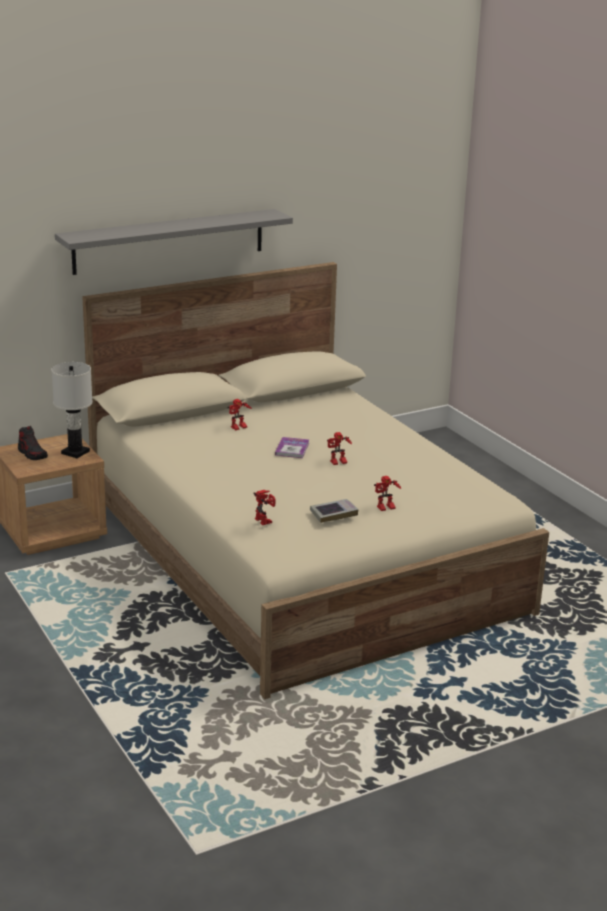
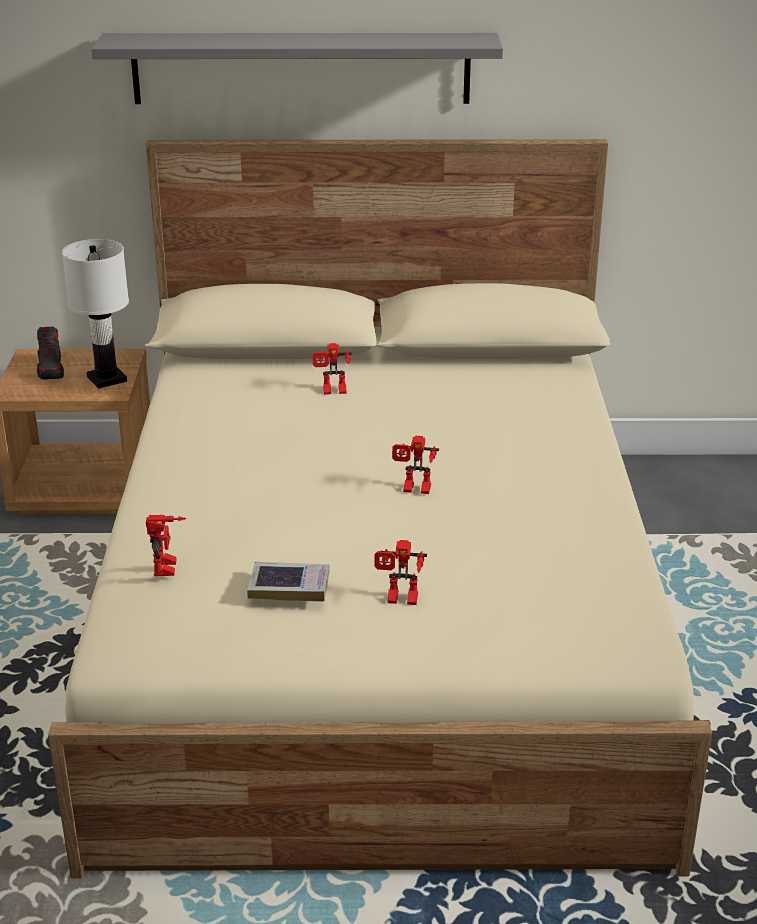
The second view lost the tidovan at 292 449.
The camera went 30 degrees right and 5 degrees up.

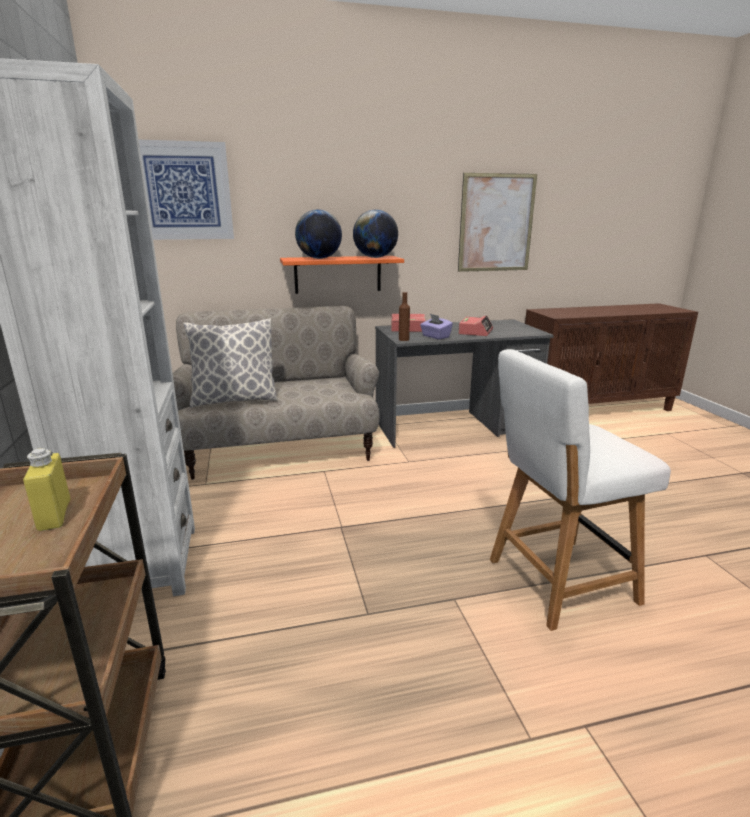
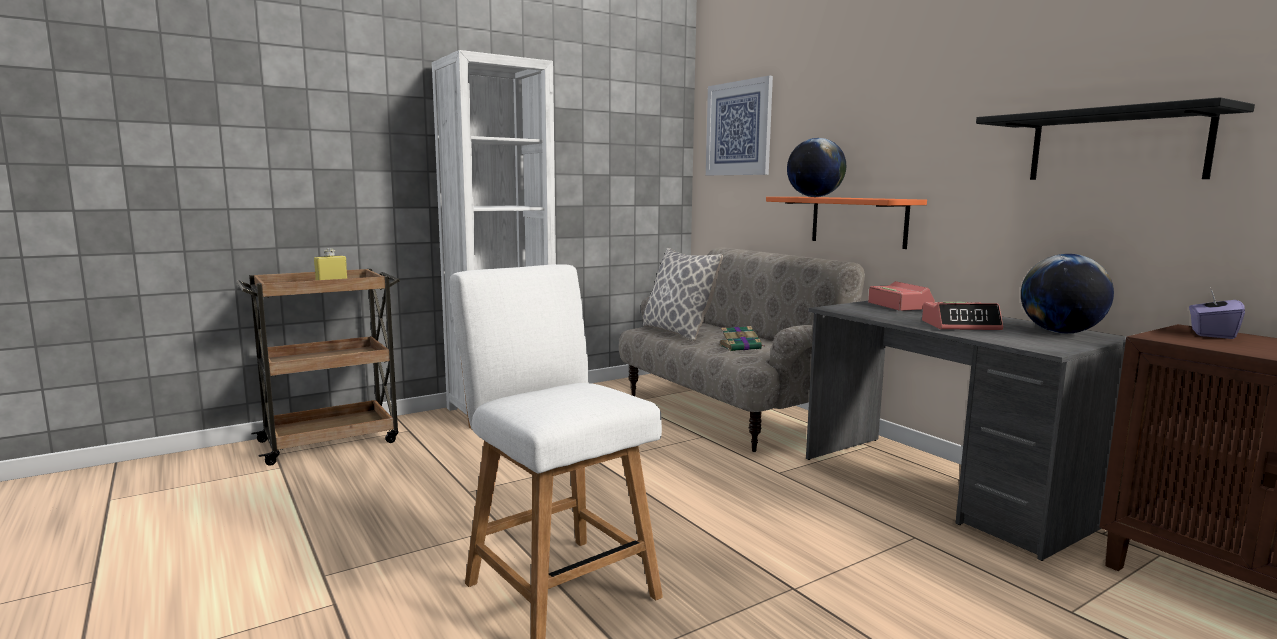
The second view lost the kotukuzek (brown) at 403 339.
The second view gained the tidovan at 741 347.
The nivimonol ended up elsewhere, having gone from 375 257 to 1061 332.
The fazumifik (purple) ended up elsewhere, having gone from 435 337 to 1211 334.
Where the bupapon hung at 496 223, the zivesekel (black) came to hang at 1116 146.
The camera went 70 degrees right and 10 degrees down.

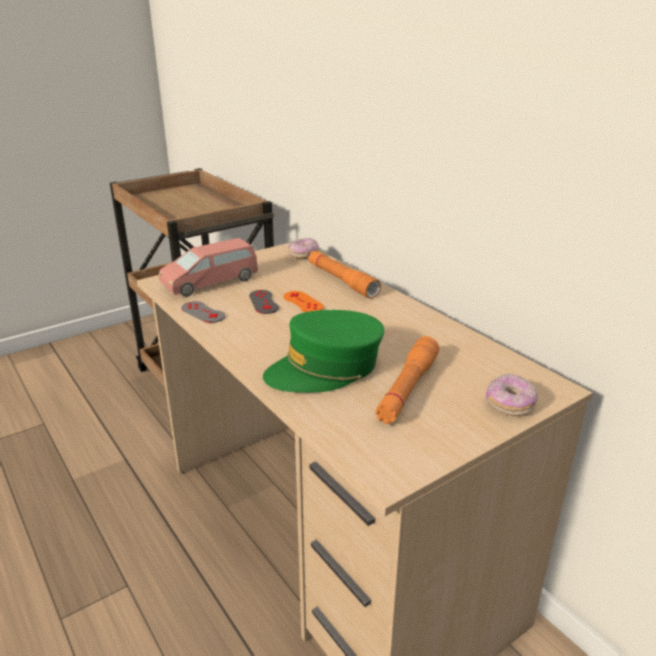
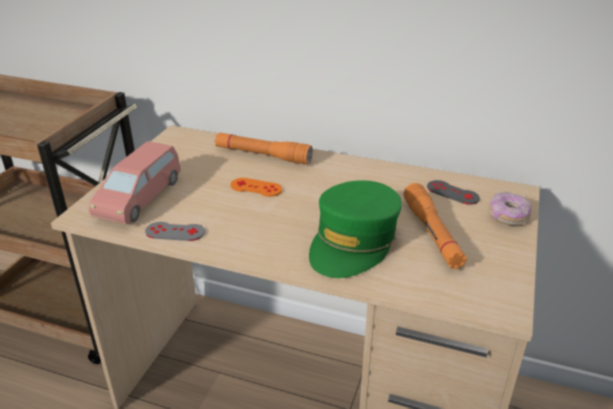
The second view lost the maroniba at 304 256.
The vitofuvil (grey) ended up elsewhere, having gone from 263 302 to 452 192.
The camera went 35 degrees left and 5 degrees up.

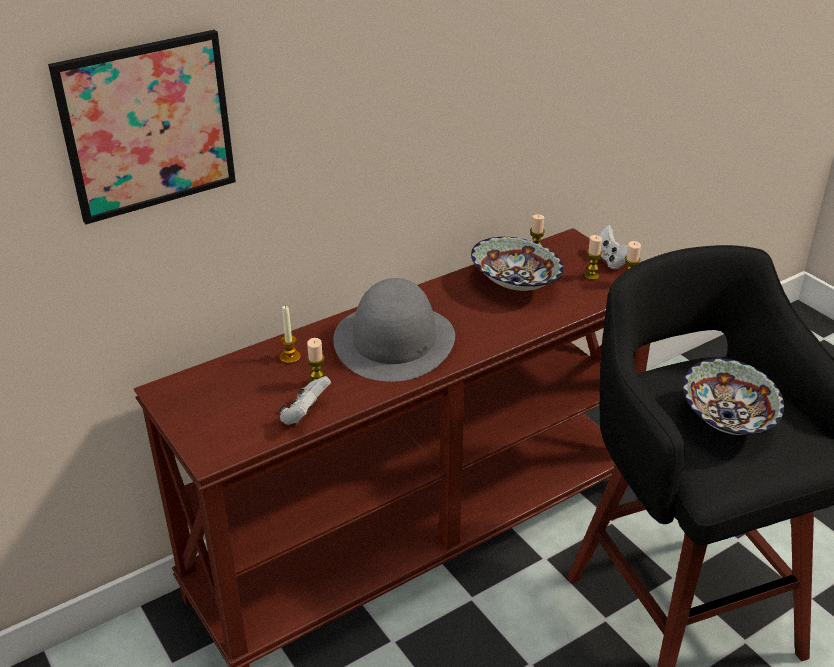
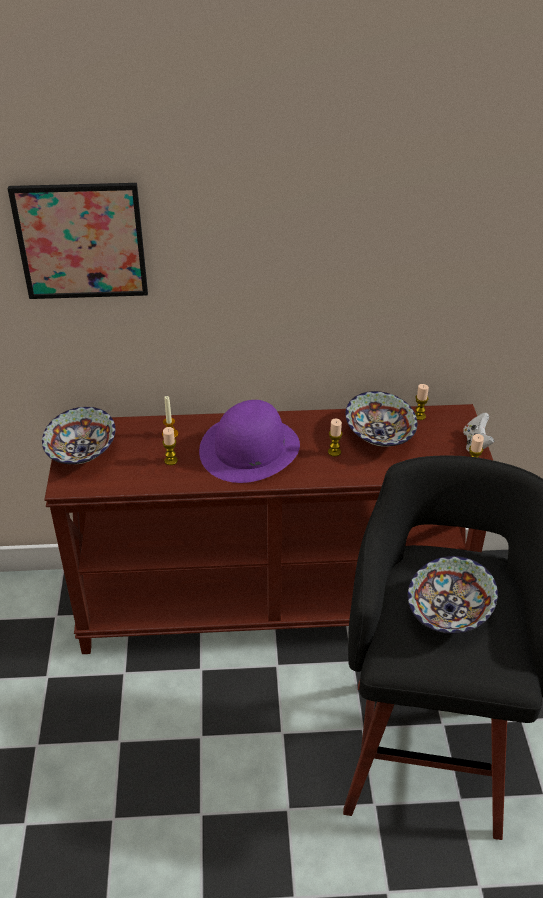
The second view lost the vitofuvil (white) at 305 415.
The second view gained the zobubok at 83 452.
The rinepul ended up elsewhere, having gone from 591 276 to 334 452.
What was the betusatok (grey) at 394 341 turned into the betusatok (purple) at 249 449.
The camera went 30 degrees right and 5 degrees up.

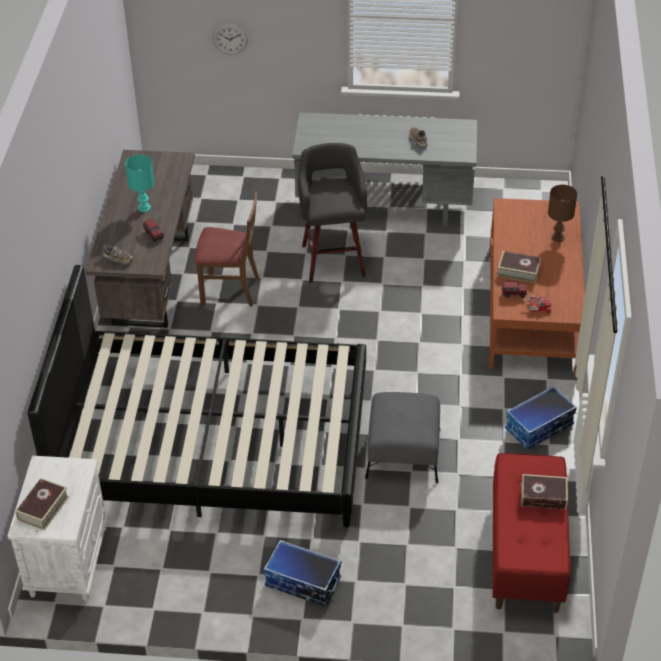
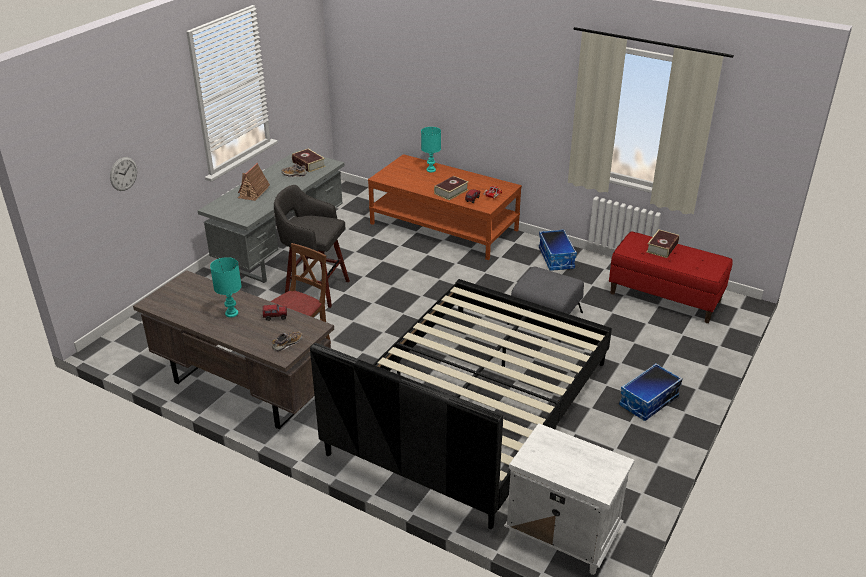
The second view gained the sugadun at 253 192.
The tidovan ended up elsewhere, having gone from 43 508 to 308 164.
What was the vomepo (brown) at 557 237 turned into the vomepo (turquoise) at 430 170.
The camera went 65 degrees left and 10 degrees down.

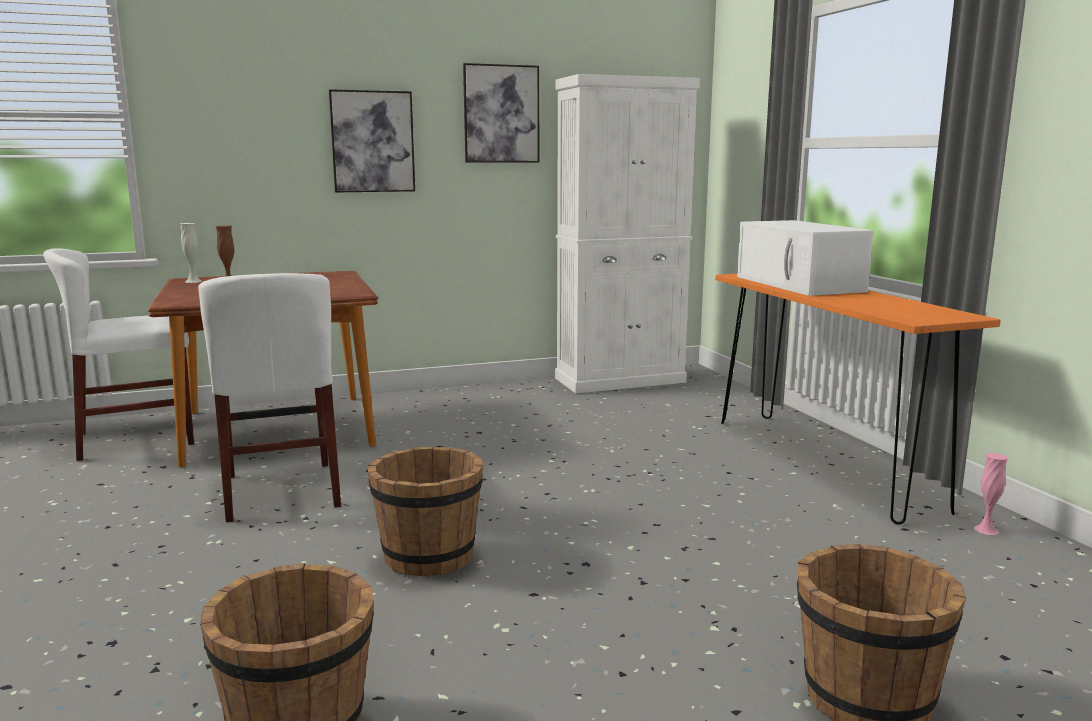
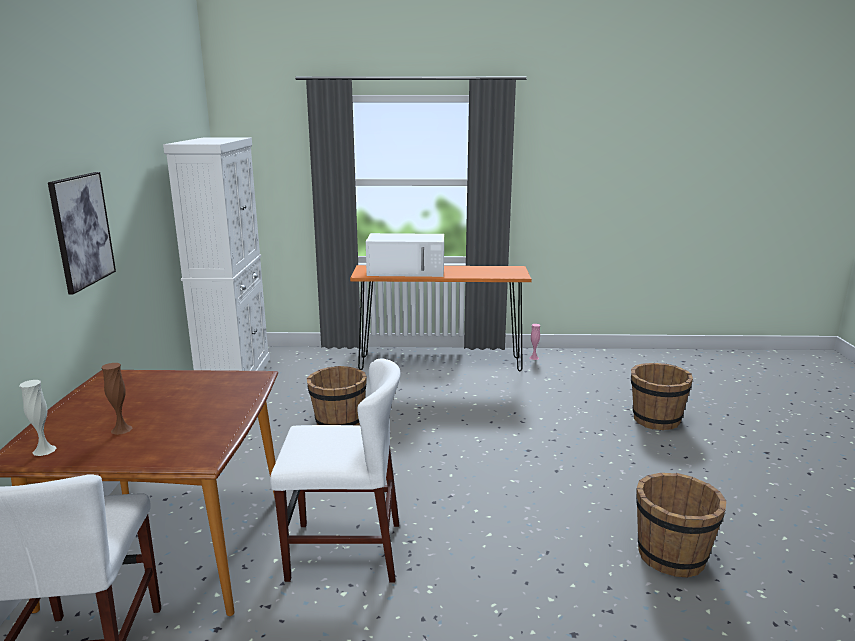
The second view lost the bupapon at 501 114.
The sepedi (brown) ended up elsewhere, having gone from 429 556 to 339 424.
The camera went 70 degrees left and 5 degrees up.

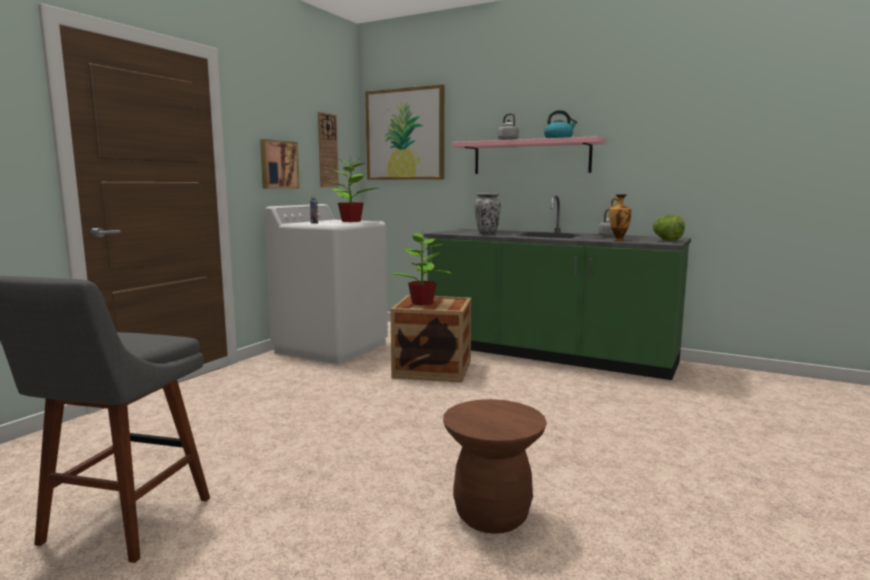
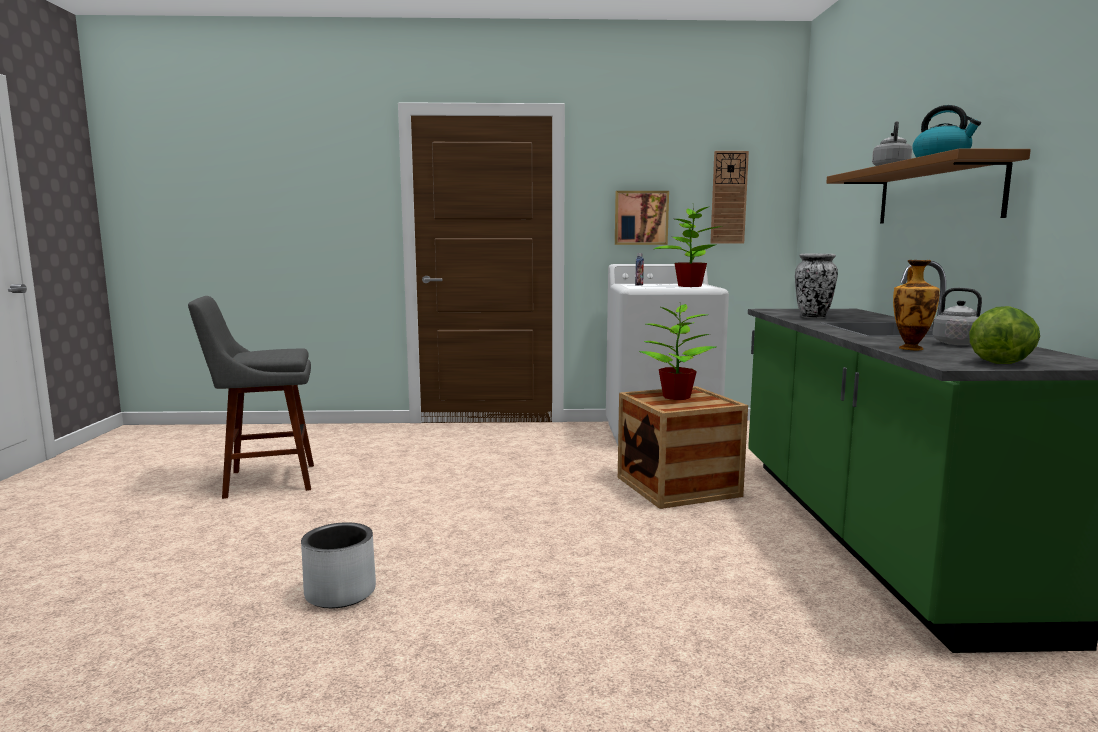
The second view lost the bupapon at 405 134.
Where the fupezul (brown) stood at 492 515, the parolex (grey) came to stand at 340 593.
What was the zivesekel (pink) at 531 157 turned into the zivesekel (brown) at 937 193.
The camera went 60 degrees right and 0 degrees up.

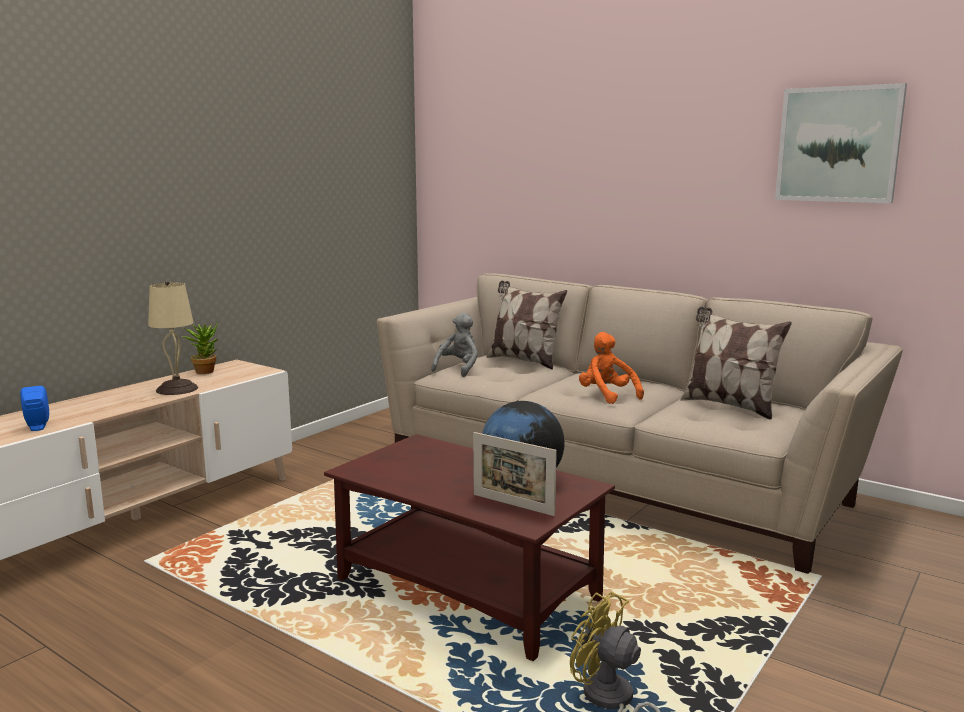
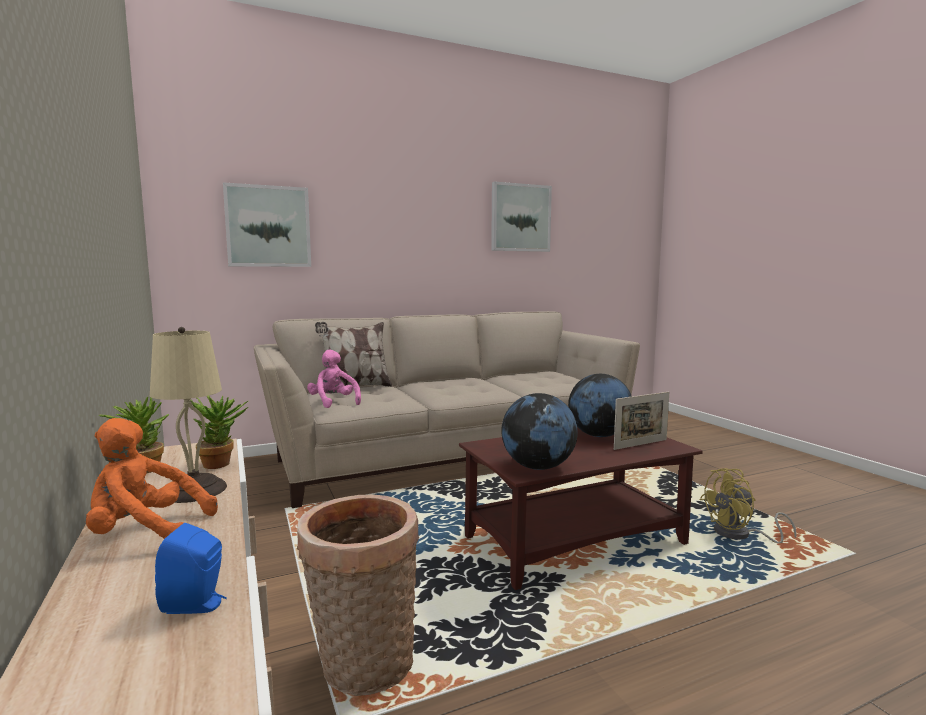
The second view lost the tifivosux at 729 406.
The second view gained the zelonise at 222 463.
The second view gained the bupapon at 268 226.
The second view gained the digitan at 363 667.
The second view gained the nivimonol at 538 467.
The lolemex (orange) ended up elsewhere, having gone from 607 396 to 146 533.
What was the lolemex (grey) at 458 369 turned into the lolemex (pink) at 333 402.
The camera went 60 degrees left and 5 degrees down.

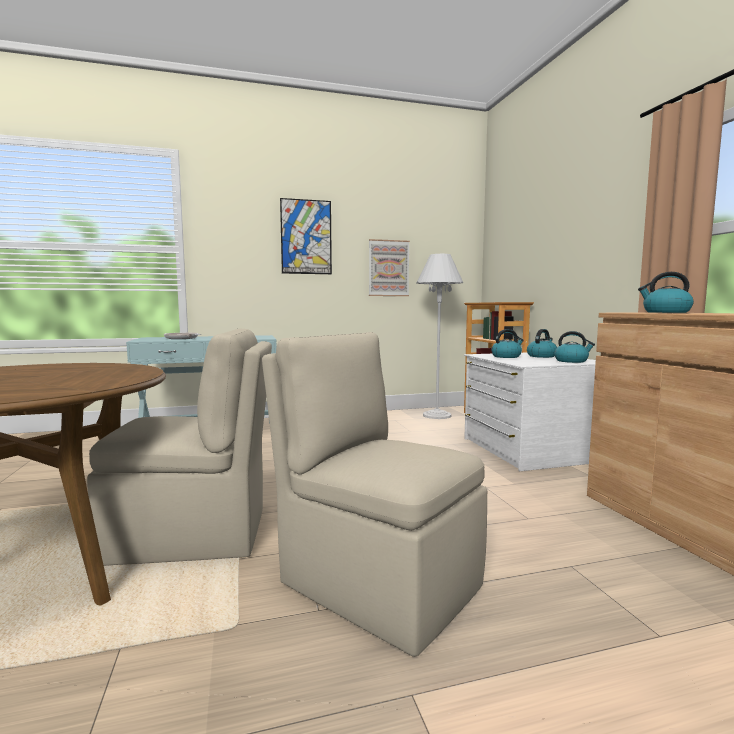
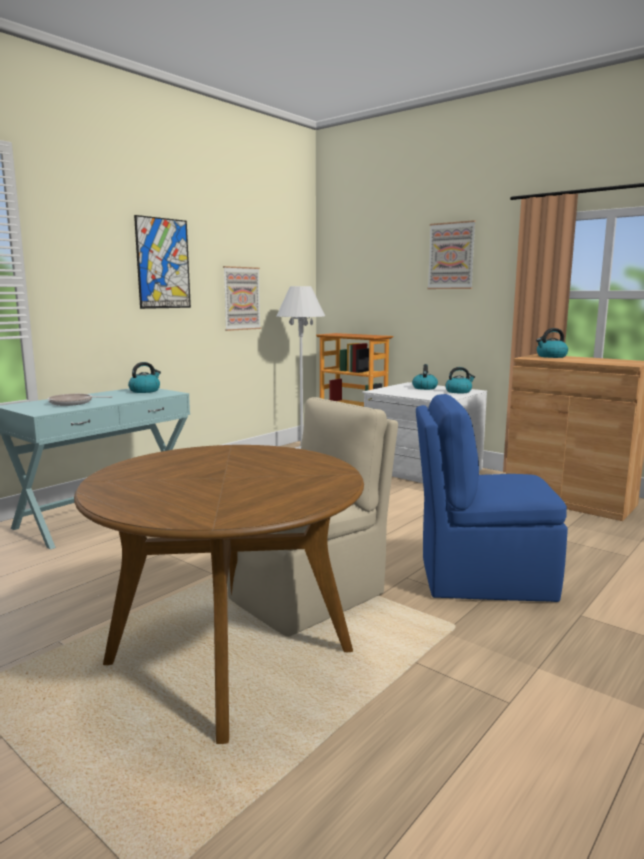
The second view gained the bupapon at 451 256.
The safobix ended up elsewhere, having gone from 506 356 to 145 391.
What was the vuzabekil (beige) at 377 582 turned into the vuzabekil (blue) at 481 578.
The camera went 35 degrees left and 5 degrees up.

